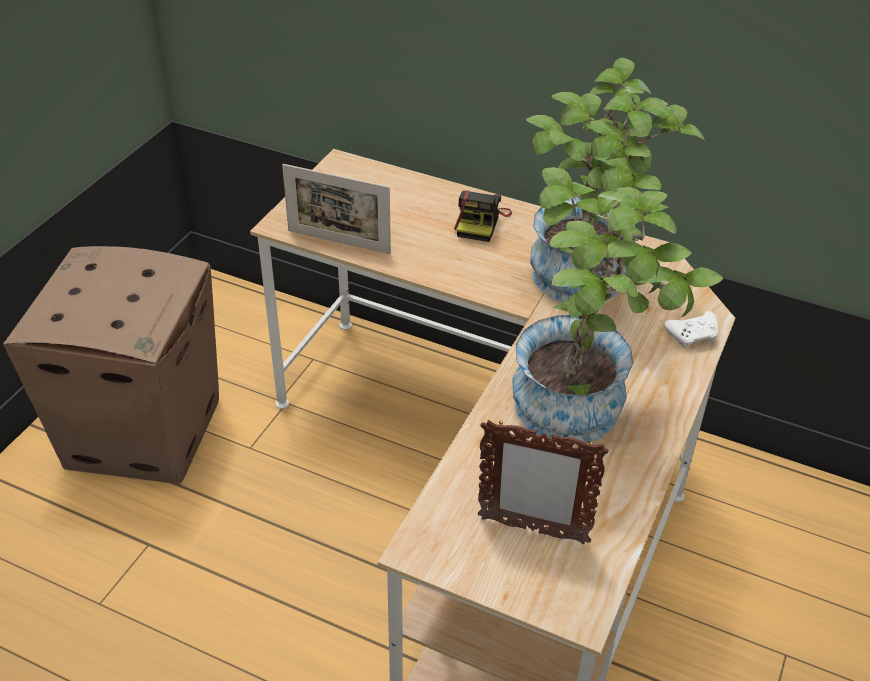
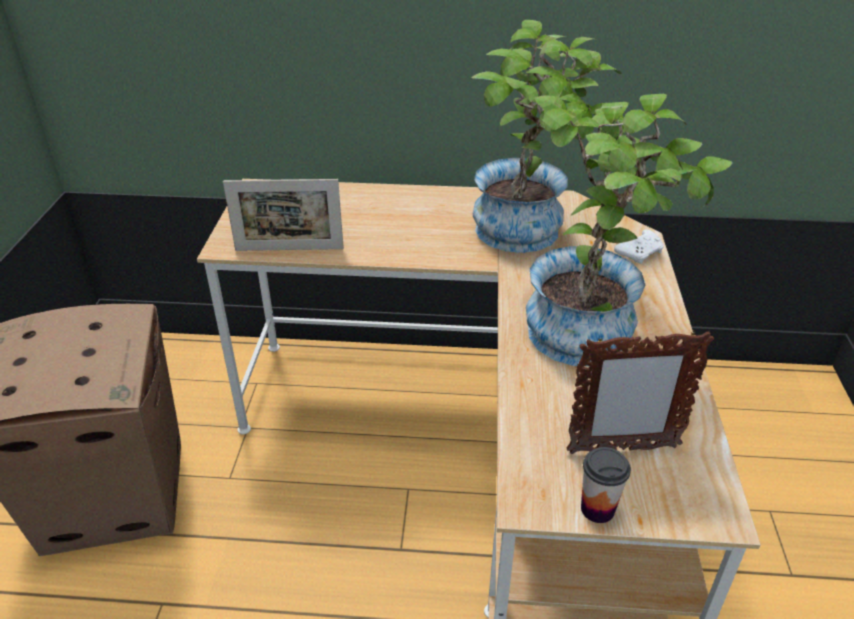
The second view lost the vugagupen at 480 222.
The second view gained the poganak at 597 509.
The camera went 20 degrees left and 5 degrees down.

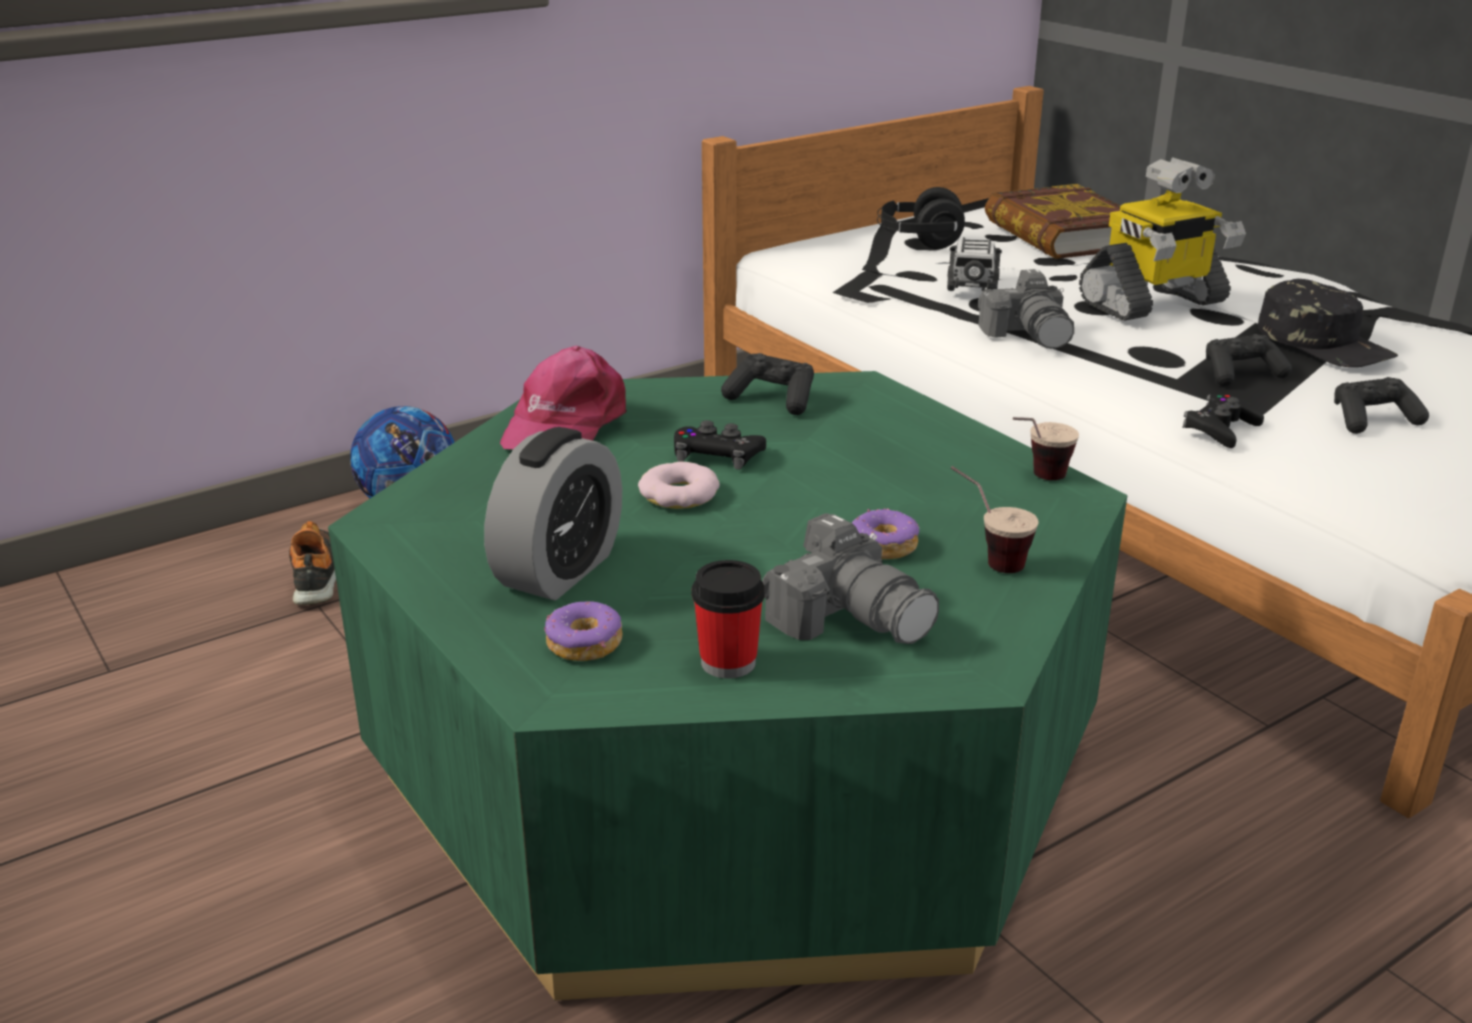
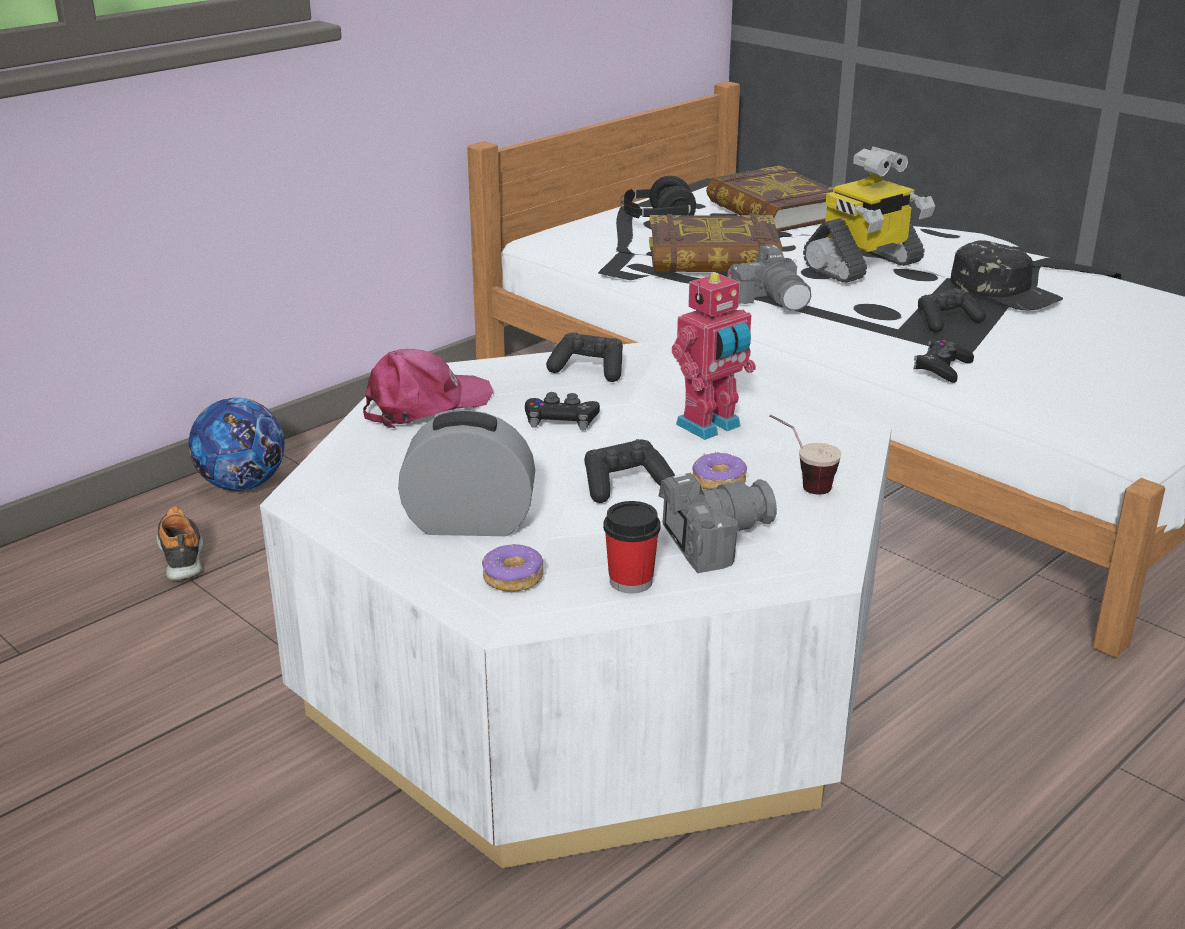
The second view lost the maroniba at 680 494.
The second view lost the poganak at 1036 479.
The second view gained the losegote at 711 427.
The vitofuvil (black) ended up elsewhere, having gone from 1372 420 to 623 485.
Where the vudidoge stood at 973 282, the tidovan came to stand at 713 257.
What was the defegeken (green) at 736 761 turned into the defegeken (white) at 592 671.
The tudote at 559 570 ended up facing another way, 105 degrees counterclockwise from before.
The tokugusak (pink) at 565 425 ended up facing another way, 135 degrees counterclockwise from before.
The vugagupen at 849 617 ended up facing another way, 60 degrees counterclockwise from before.
The camera went 10 degrees left and 0 degrees up.

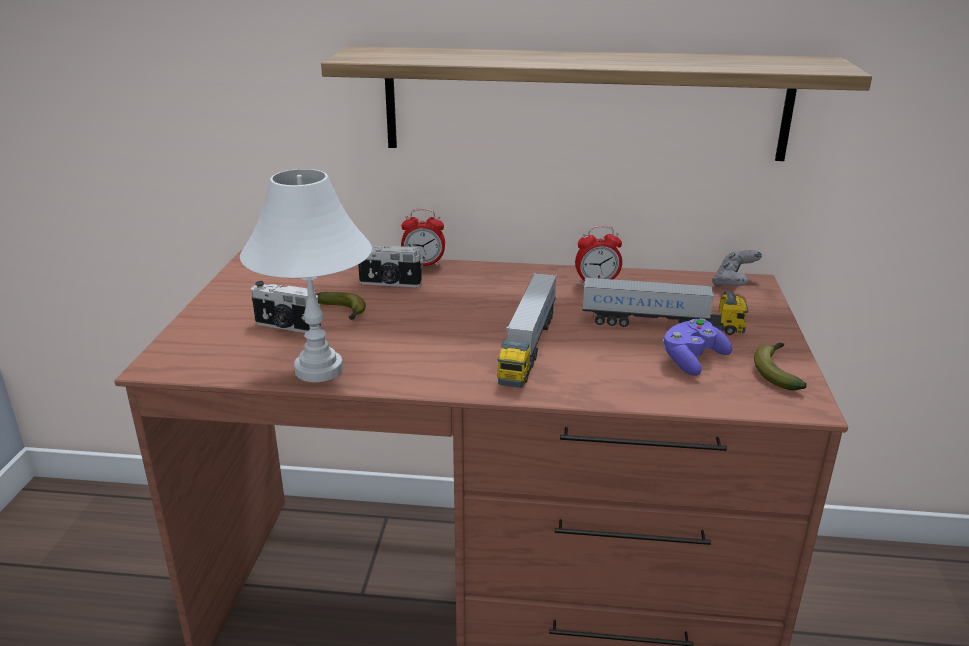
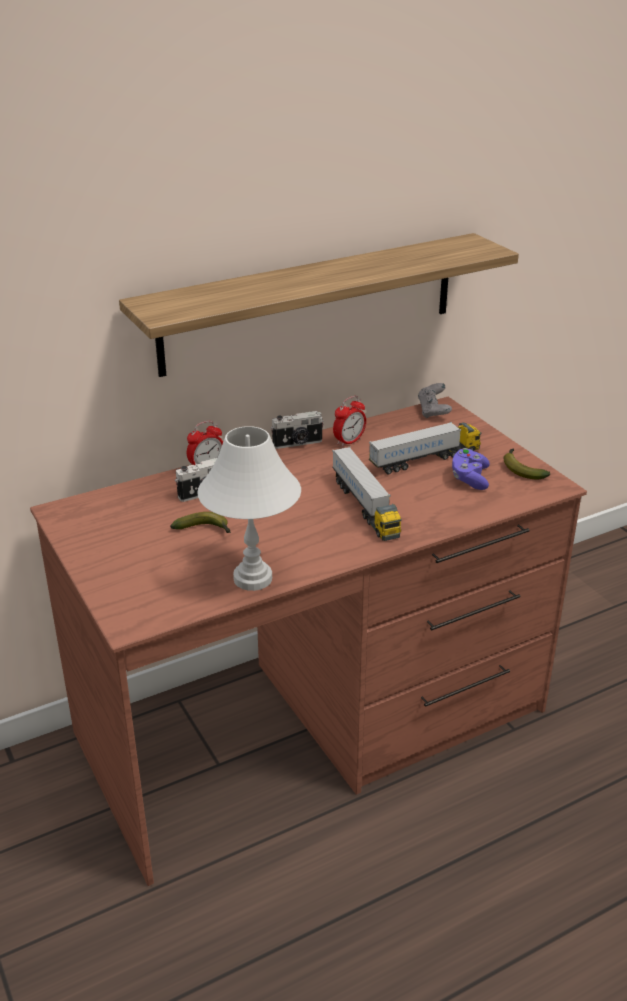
The vugagupen ended up elsewhere, having gone from 287 327 to 298 443.
The camera went 35 degrees left and 5 degrees up.

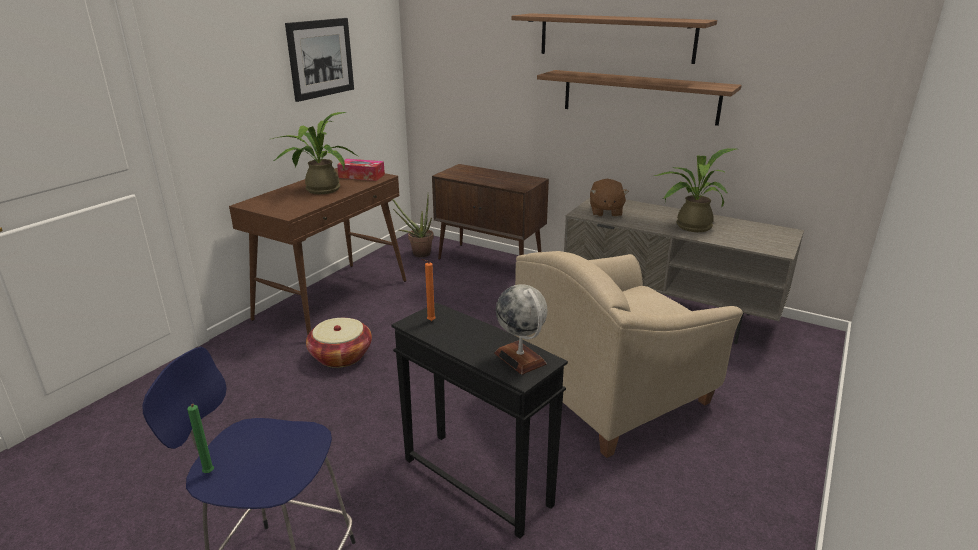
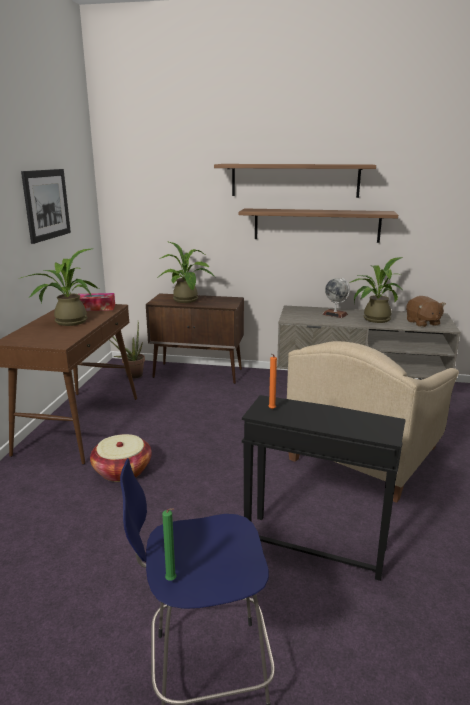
The second view gained the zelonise at 187 301.
The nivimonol ended up elsewhere, having gone from 520 358 to 335 314.
The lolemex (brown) ended up elsewhere, having gone from 605 212 to 422 323.
The camera went 20 degrees left and 5 degrees down.

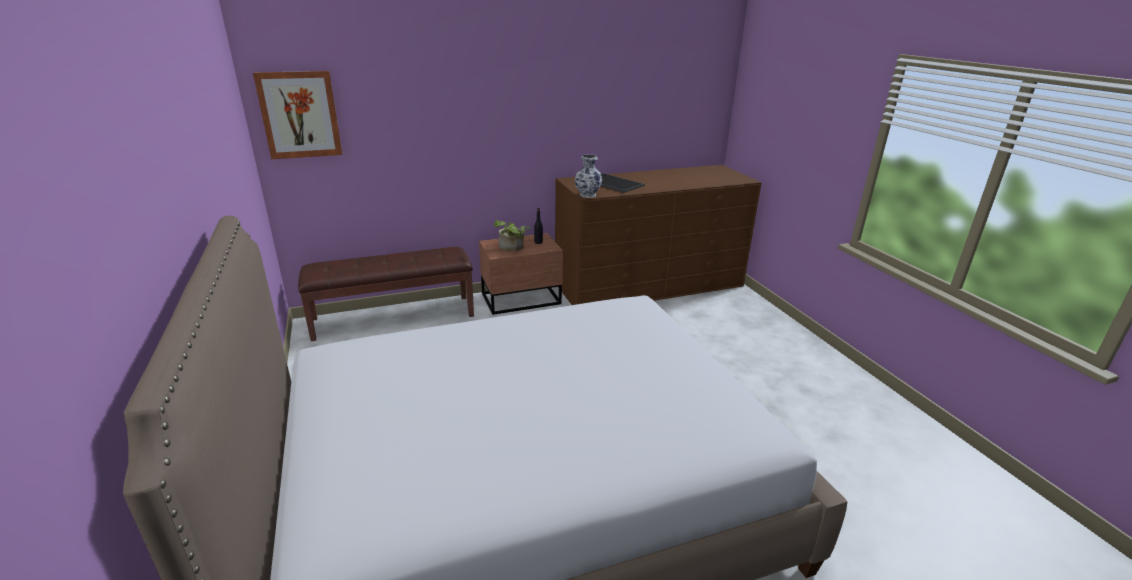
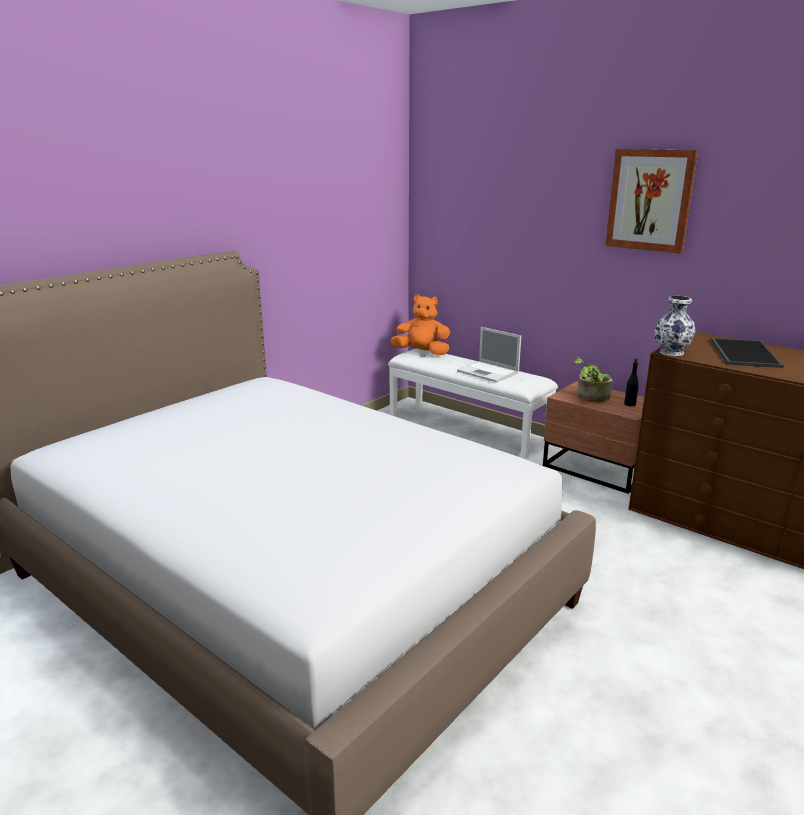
The second view gained the lolemex (orange) at 422 353.
The second view gained the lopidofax at 489 372.
The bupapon ended up elsewhere, having gone from 300 115 to 650 200.
What was the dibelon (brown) at 394 317 turned into the dibelon (white) at 467 427.
The camera went 60 degrees right and 5 degrees down.

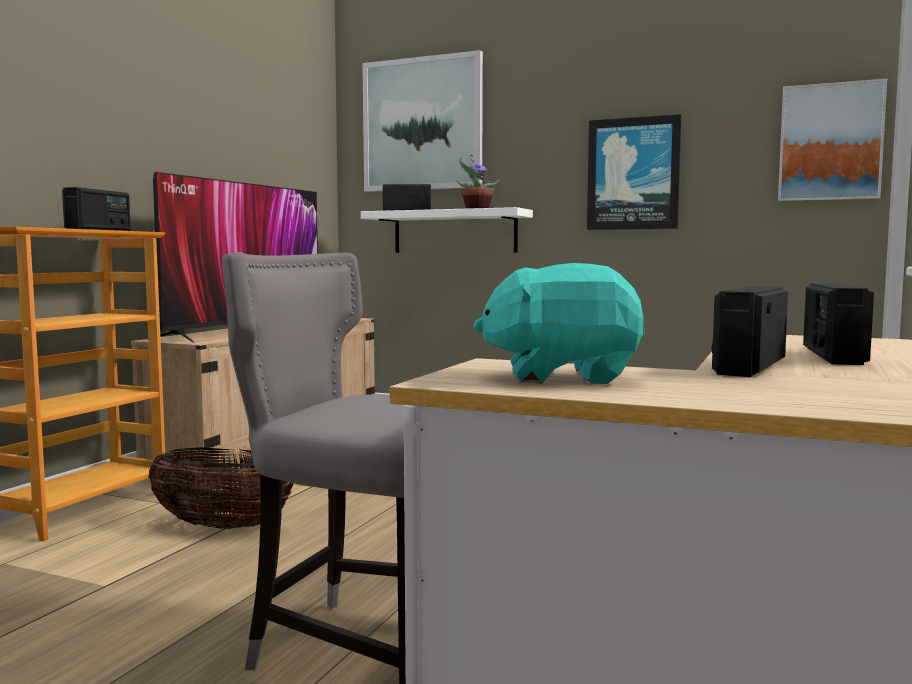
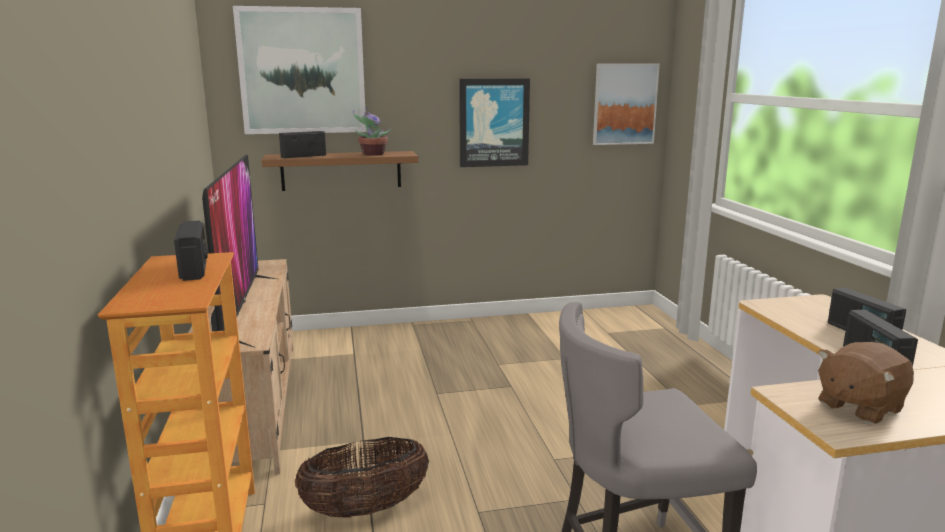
What was the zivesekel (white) at 454 232 turned into the zivesekel (brown) at 341 170.
What was the lolemex (turquoise) at 562 377 turned into the lolemex (brown) at 858 406.
The camera went 35 degrees left and 10 degrees up.

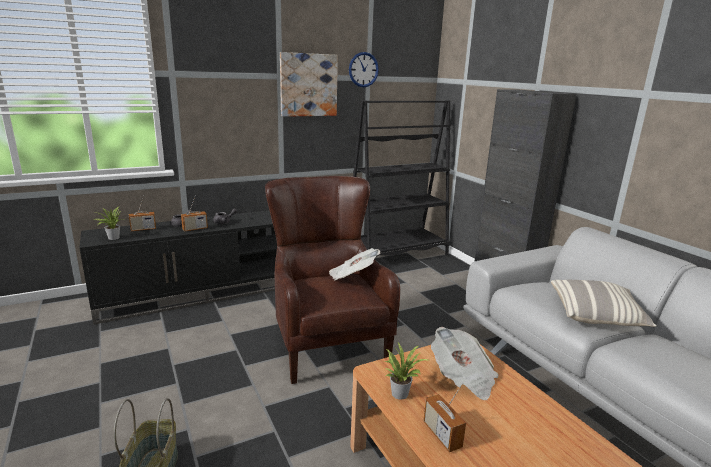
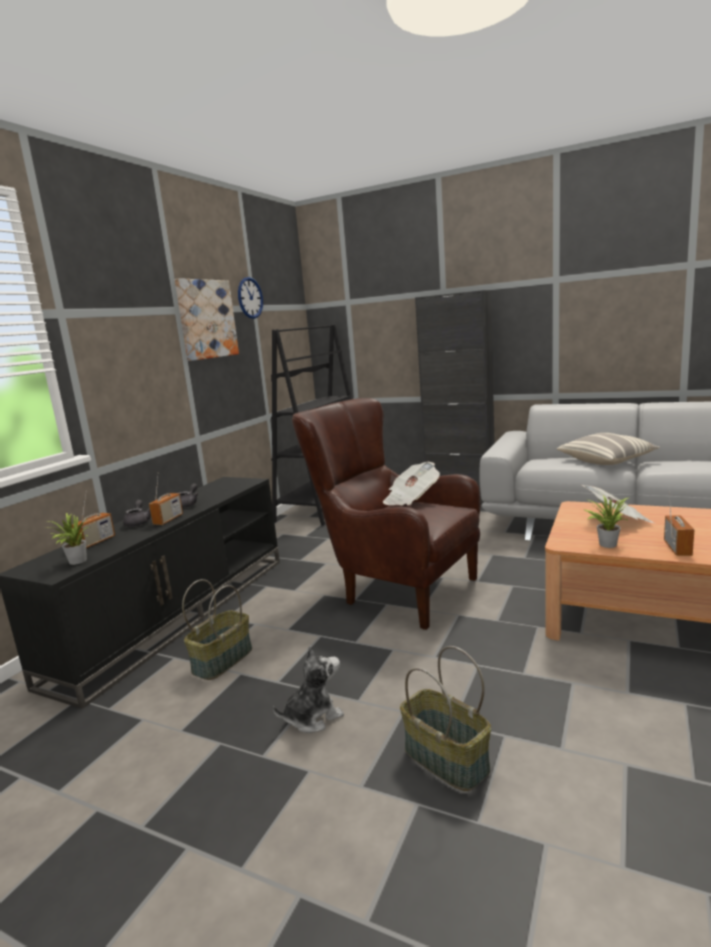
The second view gained the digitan at 222 660.
The second view gained the lolemex at 313 717.
The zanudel at 442 435 ended up facing another way, 105 degrees counterclockwise from before.
The camera went 35 degrees left and 5 degrees down.

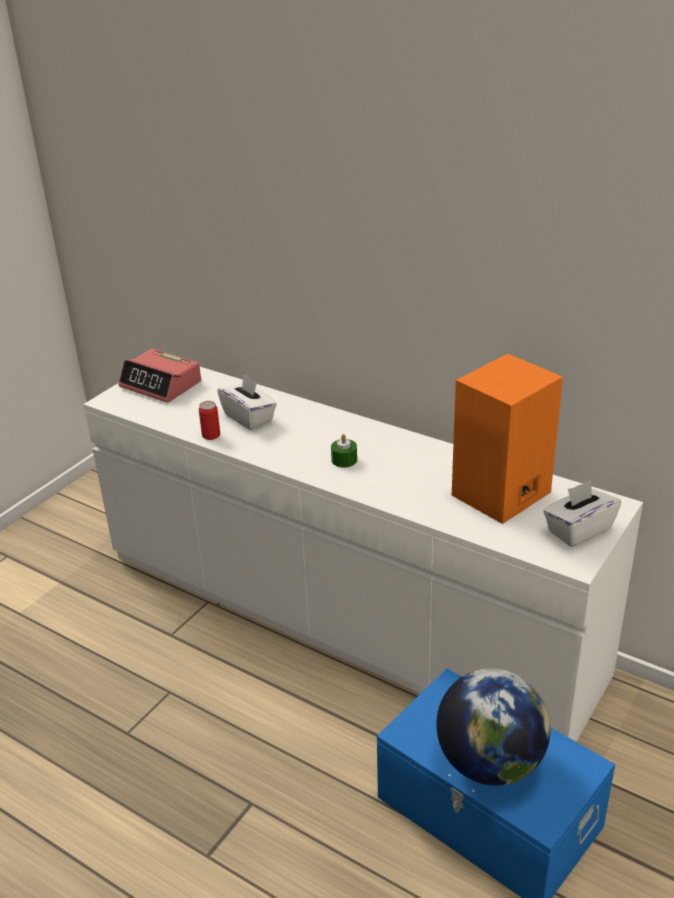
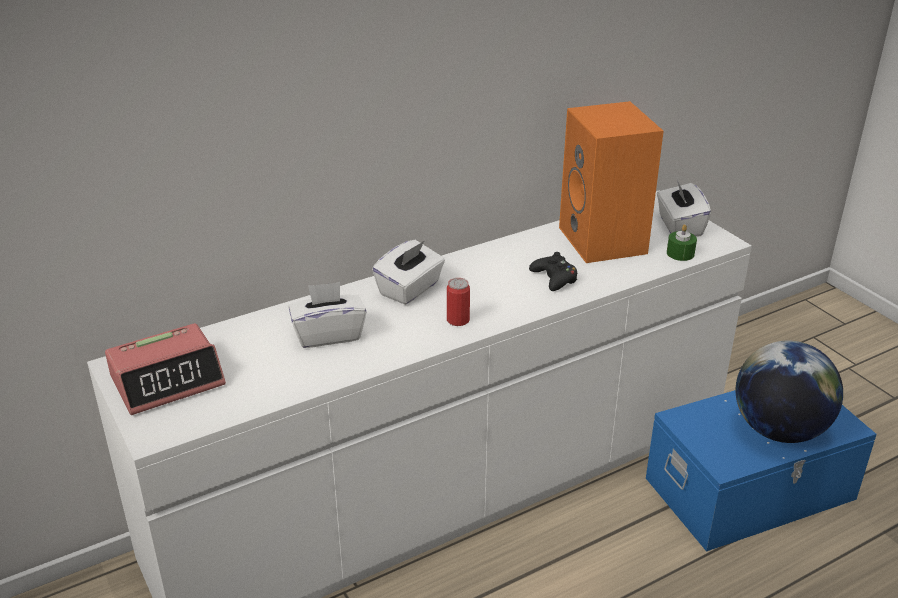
The second view gained the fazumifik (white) at 410 289.
The second view gained the vitofuvil (black) at 554 278.
The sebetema ended up elsewhere, having gone from 211 435 to 458 320.
The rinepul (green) ended up elsewhere, having gone from 344 460 to 680 253.
The camera went 65 degrees left and 0 degrees up.

